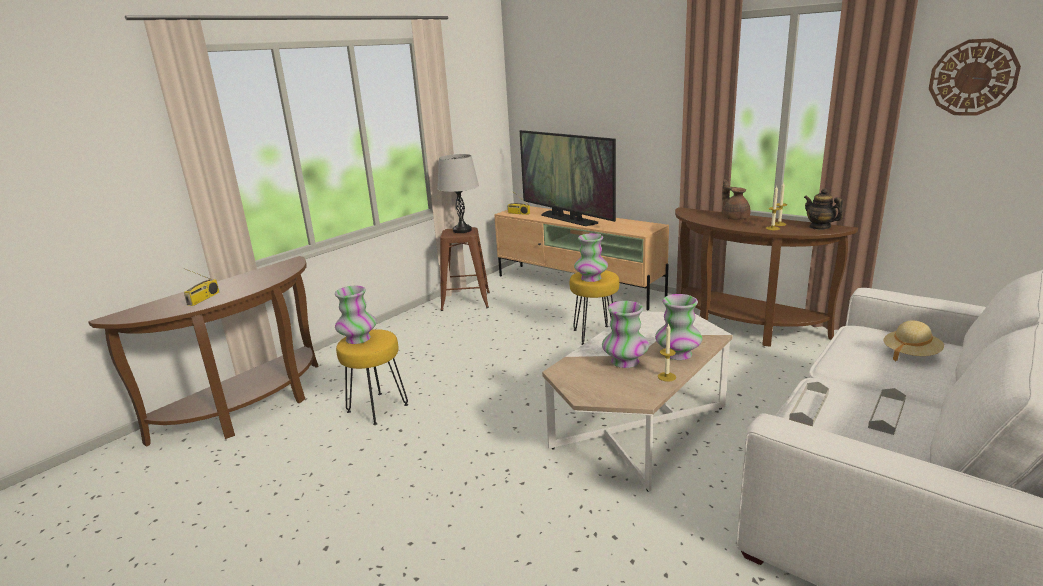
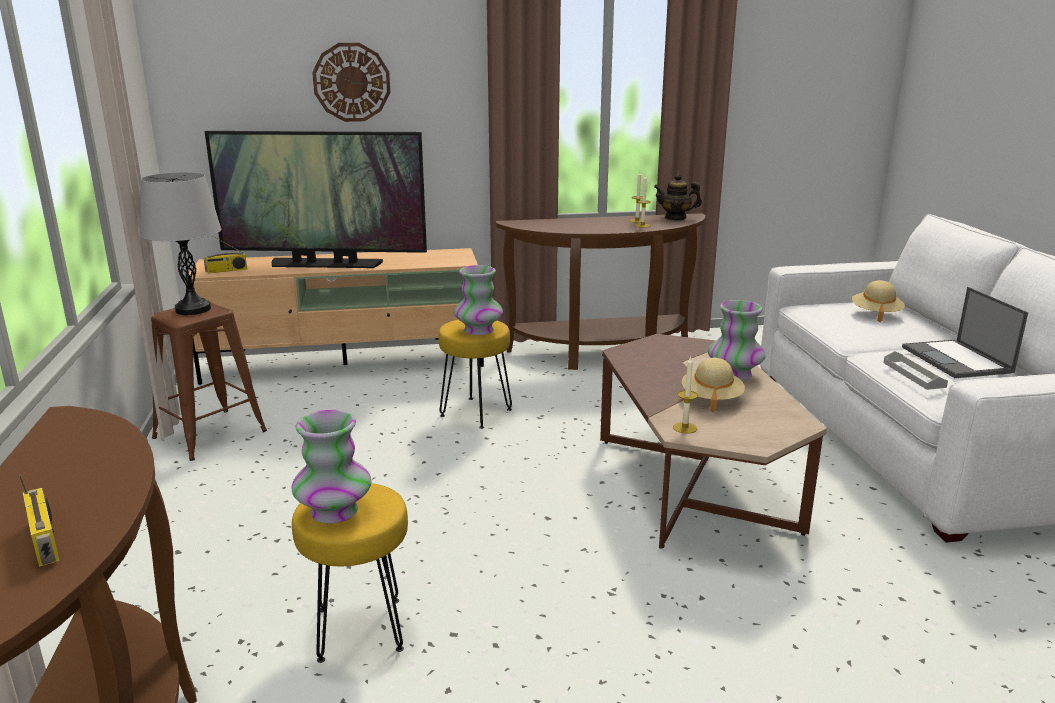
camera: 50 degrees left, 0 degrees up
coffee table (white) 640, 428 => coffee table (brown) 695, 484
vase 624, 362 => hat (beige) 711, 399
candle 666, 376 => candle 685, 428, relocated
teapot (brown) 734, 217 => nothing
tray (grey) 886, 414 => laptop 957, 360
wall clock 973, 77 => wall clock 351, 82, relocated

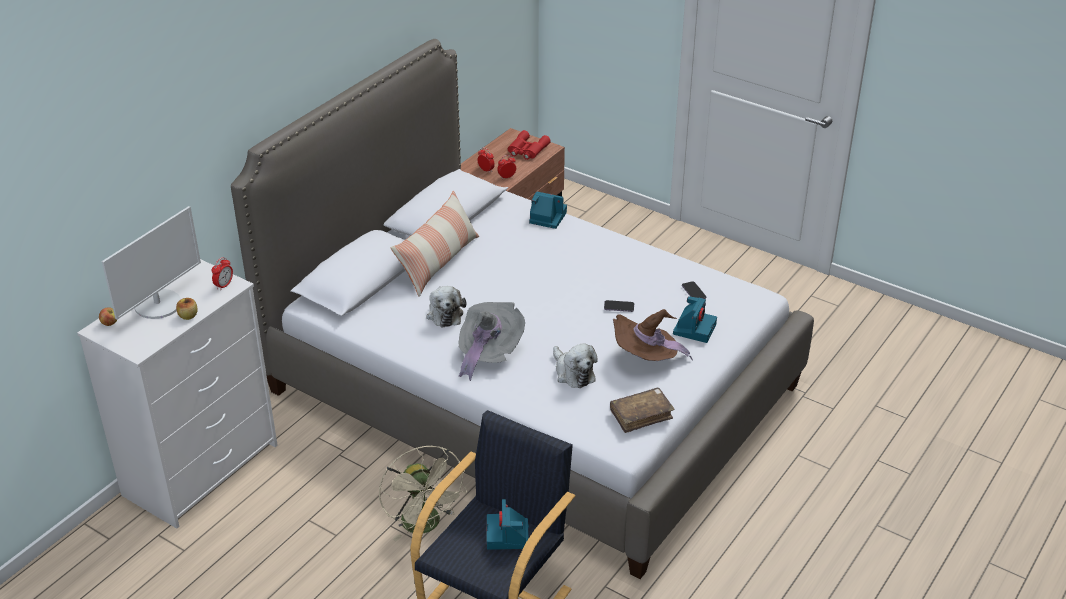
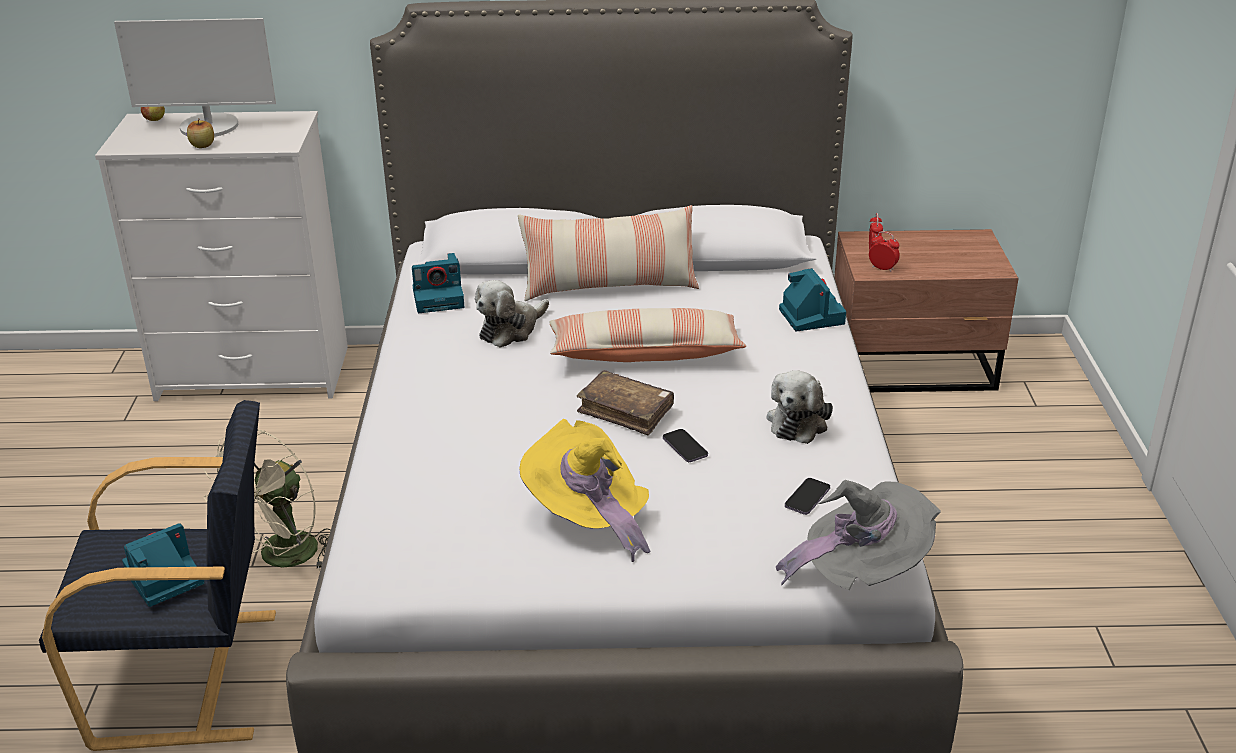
camera: 55 degrees right, 5 degrees down
alarm clock 224, 285 => nothing
hat (grey) 488, 353 => hat (grey) 862, 571, relocated
binoculars (red) 527, 150 => nothing
plush toy 573, 373 => plush toy 799, 421, relocated
book (brown) 641, 415 => book (brown) 626, 411, relocated
hat (brown) 646, 359 => hat (yellow) 588, 518
photo camera 694, 328 => photo camera 439, 298, relocated
nothing => pillow 645, 353

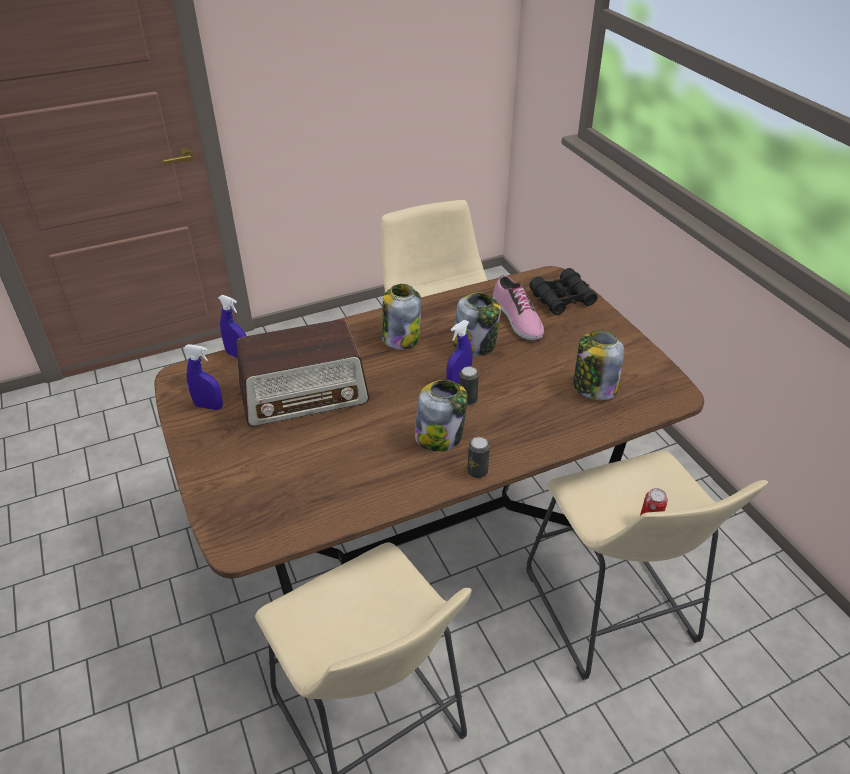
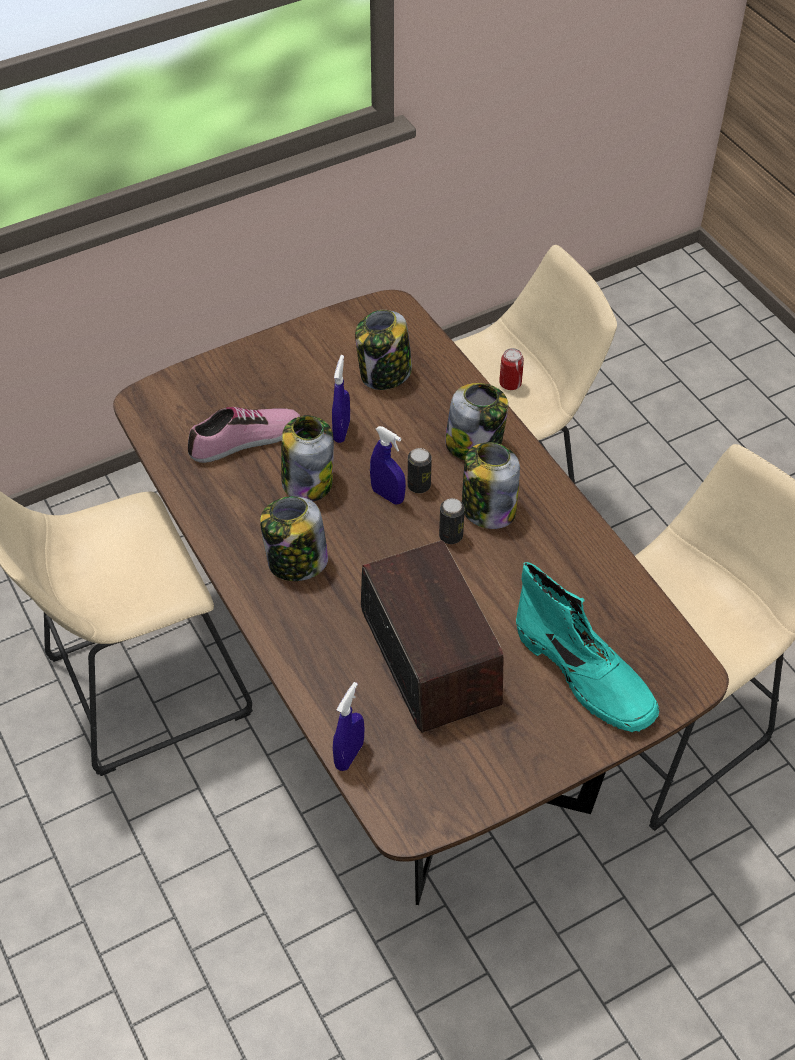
camera: 95 degrees left, 10 degrees up
spray bottle (blue) 209, 406 => spray bottle (blue) 341, 431, relocated
can 477, 471 => can 451, 536, relocated
binoculars (black) 562, 299 => nothing
nothing => jar 475, 444
nothing => boot (turquoise) 585, 674

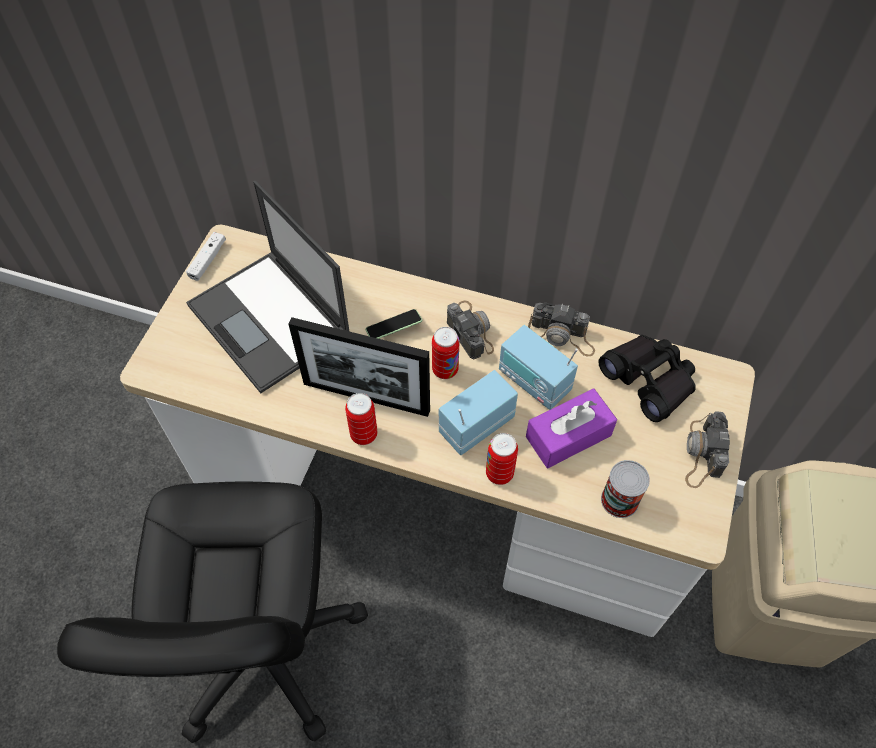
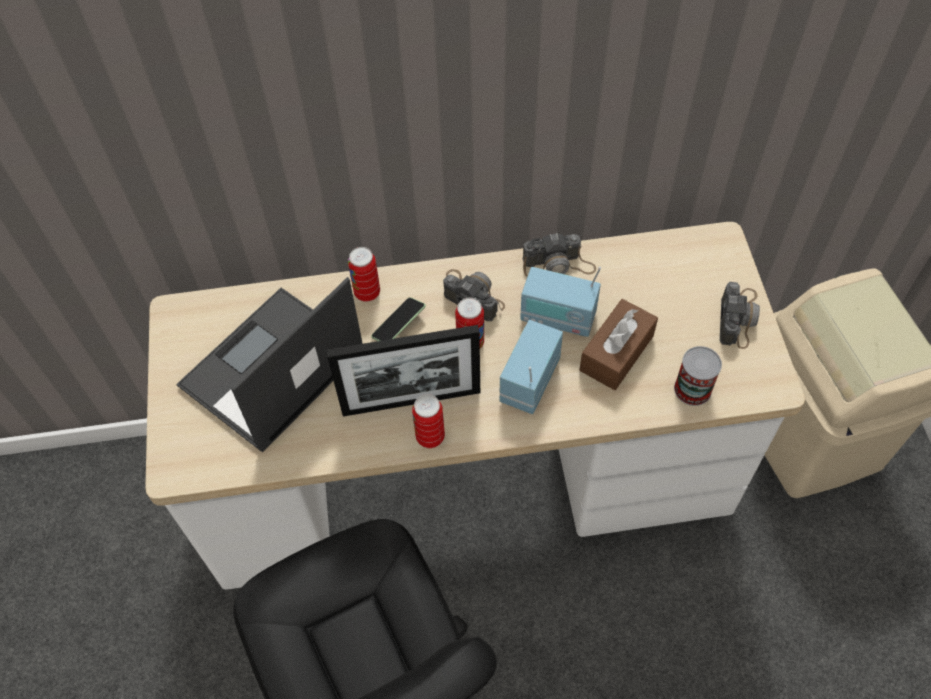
camera: 25 degrees left, 0 degrees up
laptop 270, 321 => laptop 271, 370, 105 degrees clockwise
game controller (white) 208, 260 => nothing
can 499, 473 => can 367, 292, relocated
tissue box (purple) 568, 436 => tissue box (brown) 616, 353
binoculars (black) 649, 380 => nothing
photo camera 702, 454 => photo camera 738, 317, 150 degrees counterclockwise

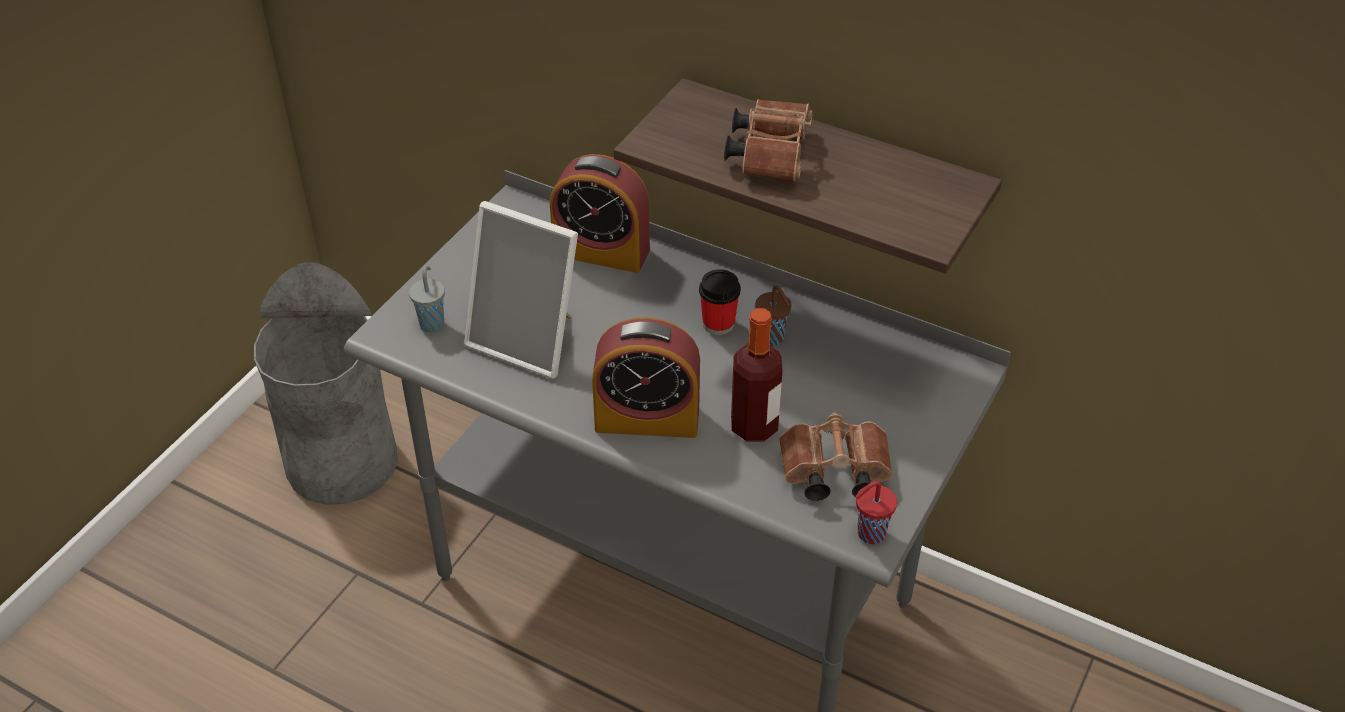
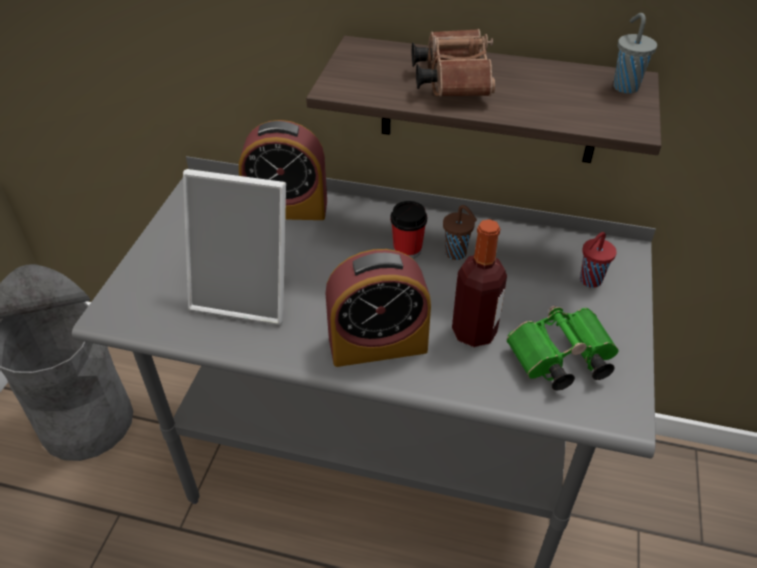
camera: 15 degrees left, 0 degrees up
cup (grey) 432, 323 => cup (grey) 624, 86, relocated
binoculars (brown) 831, 473 => binoculars (green) 558, 361
cup (red) 869, 534 => cup (red) 589, 281, relocated

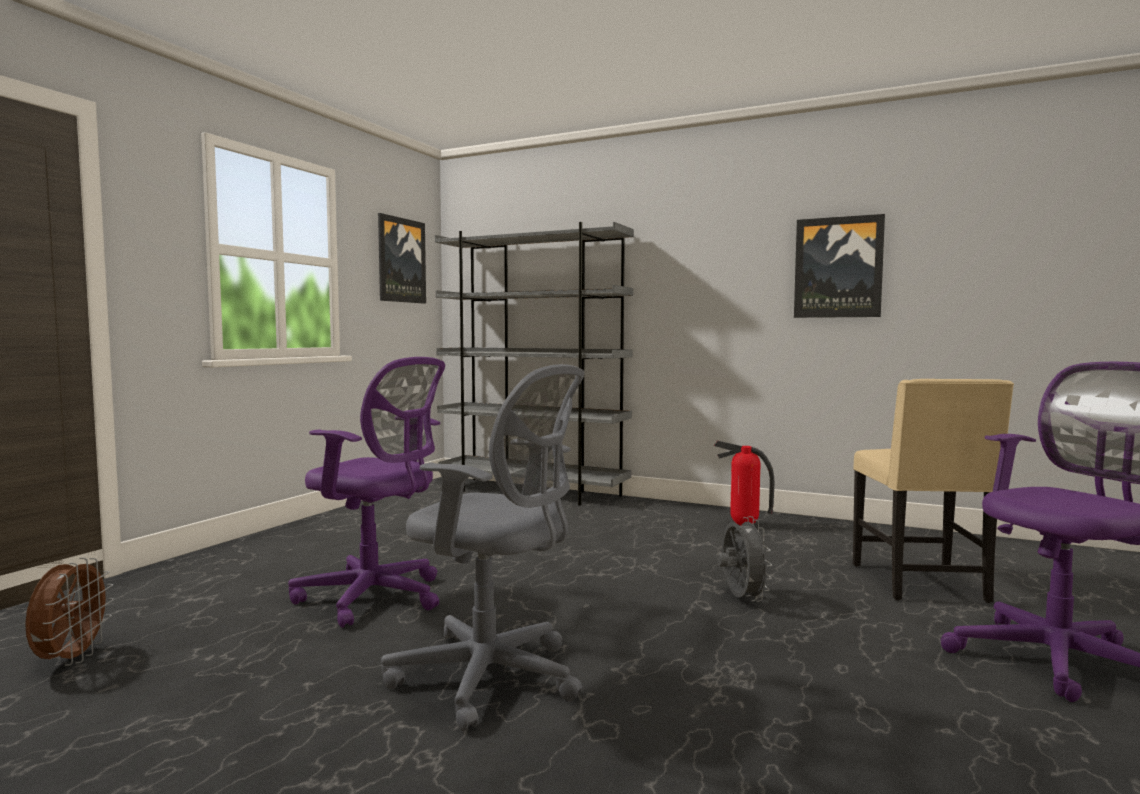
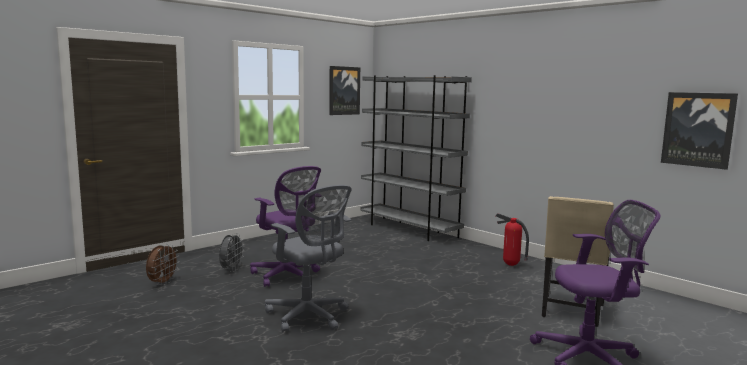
camera: 20 degrees right, 5 degrees up
fan (grey) 741, 599 => fan (grey) 231, 270, relocated
picture 838, 267 => picture 698, 129, relocated

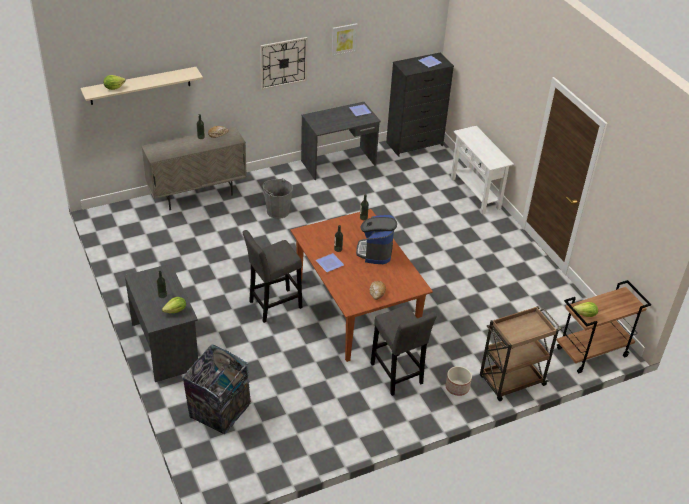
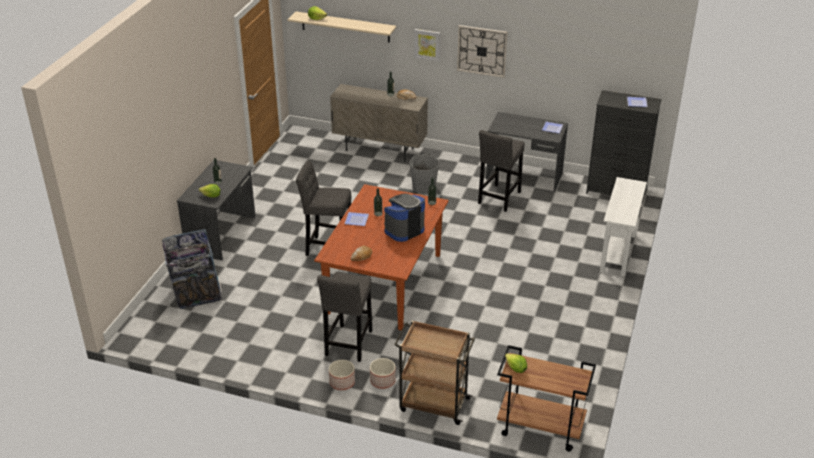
camera: 45 degrees right, 5 degrees down
picture 344, 39 => picture 427, 44, relocated
nothing => planter 342, 383
nothing => stool (grey) 498, 199

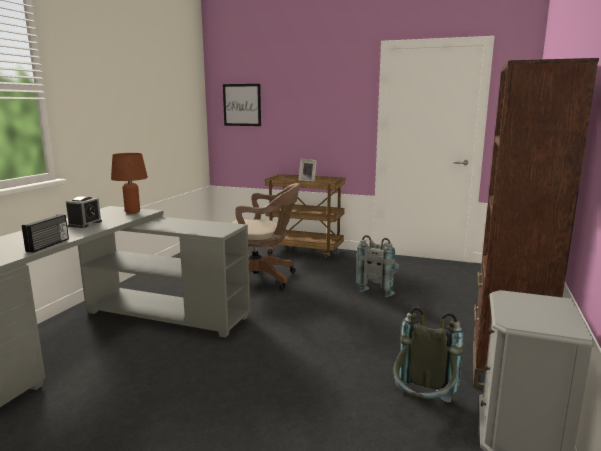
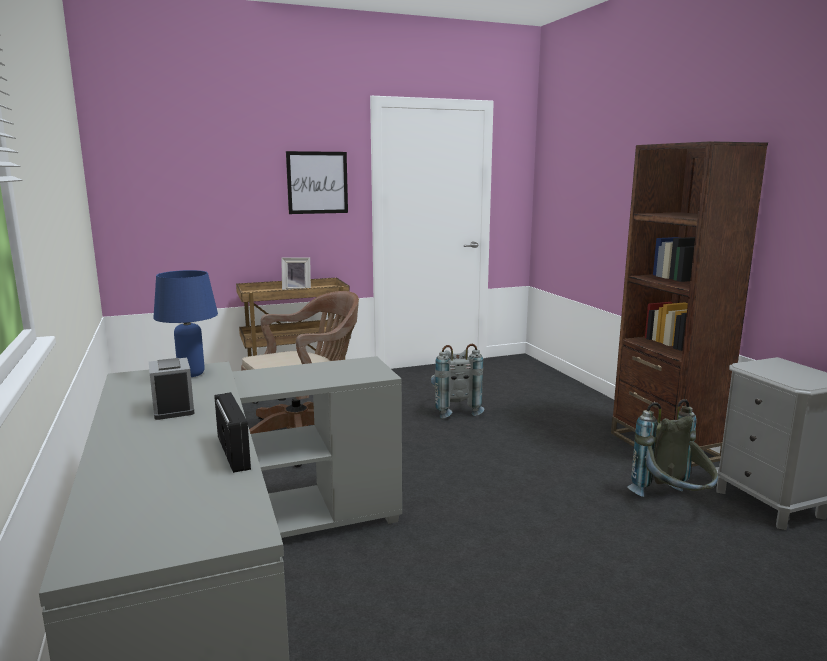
camera: 40 degrees left, 0 degrees up
table lamp (brown) 133, 212 => table lamp (blue) 192, 374
picture 242, 105 => picture 317, 182, relocated

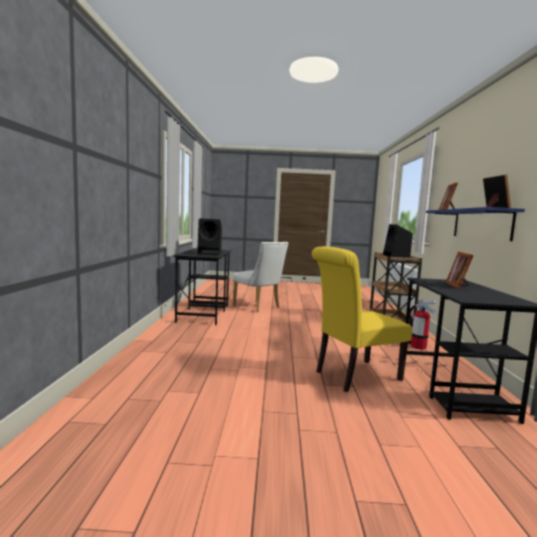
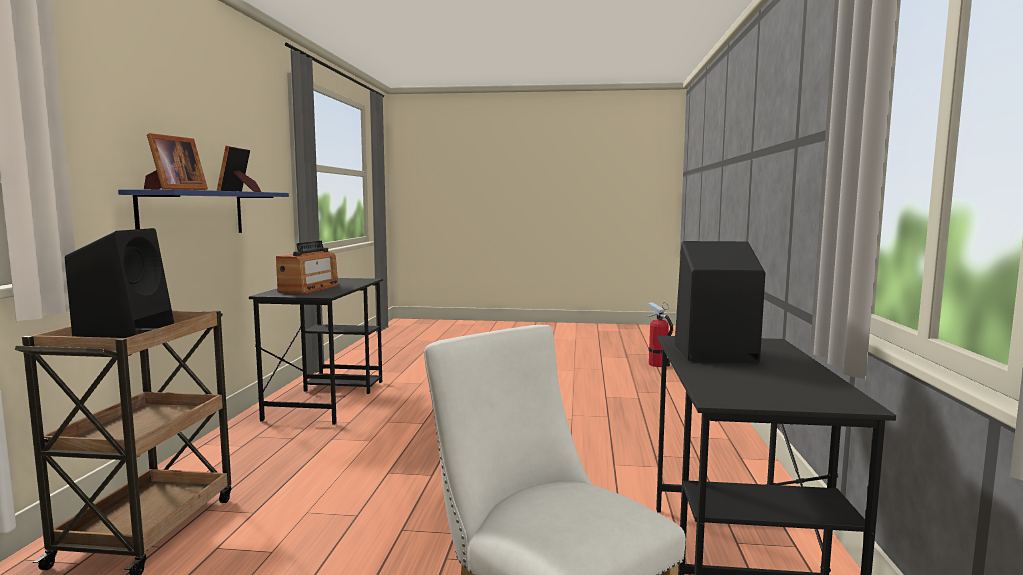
camera: 175 degrees left, 0 degrees up
chair (yellow) 353, 376 => nothing
fire extinguisher 418, 346 => fire extinguisher 658, 364, relocated
picture frame 459, 286 => radio 309, 289

